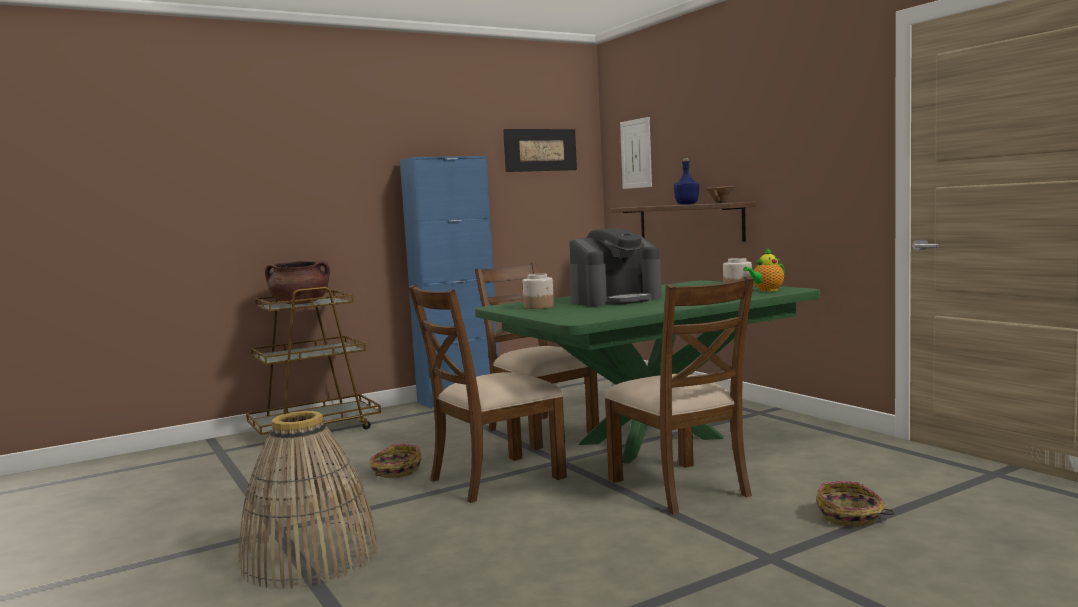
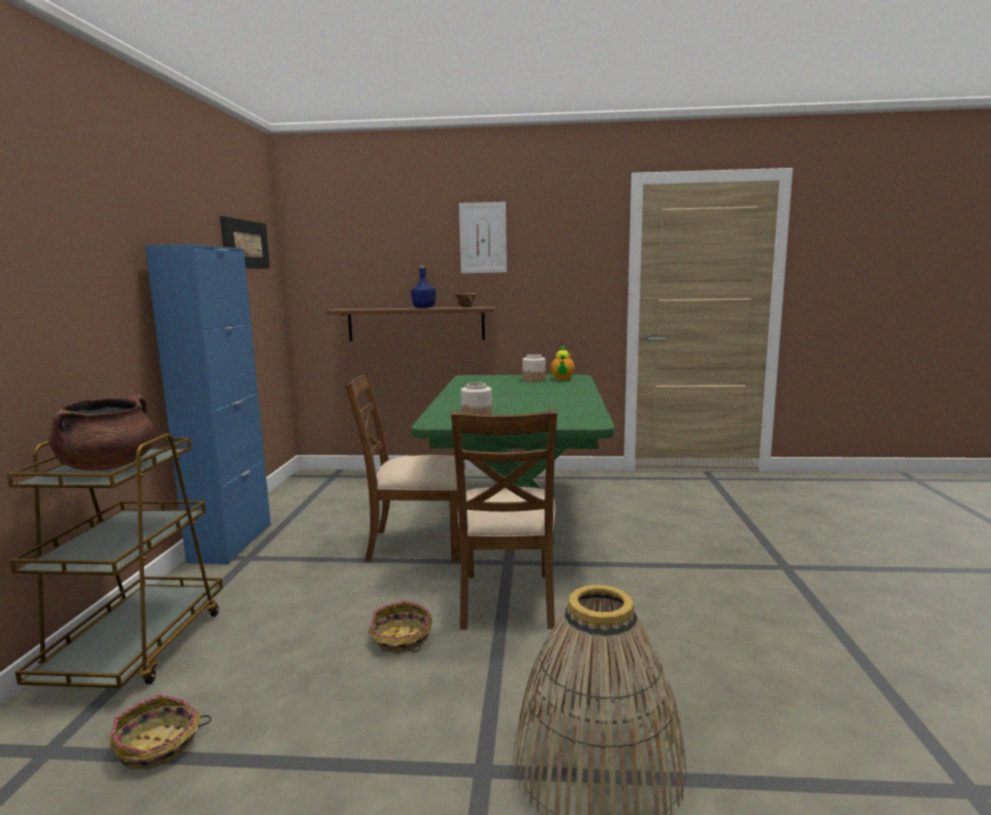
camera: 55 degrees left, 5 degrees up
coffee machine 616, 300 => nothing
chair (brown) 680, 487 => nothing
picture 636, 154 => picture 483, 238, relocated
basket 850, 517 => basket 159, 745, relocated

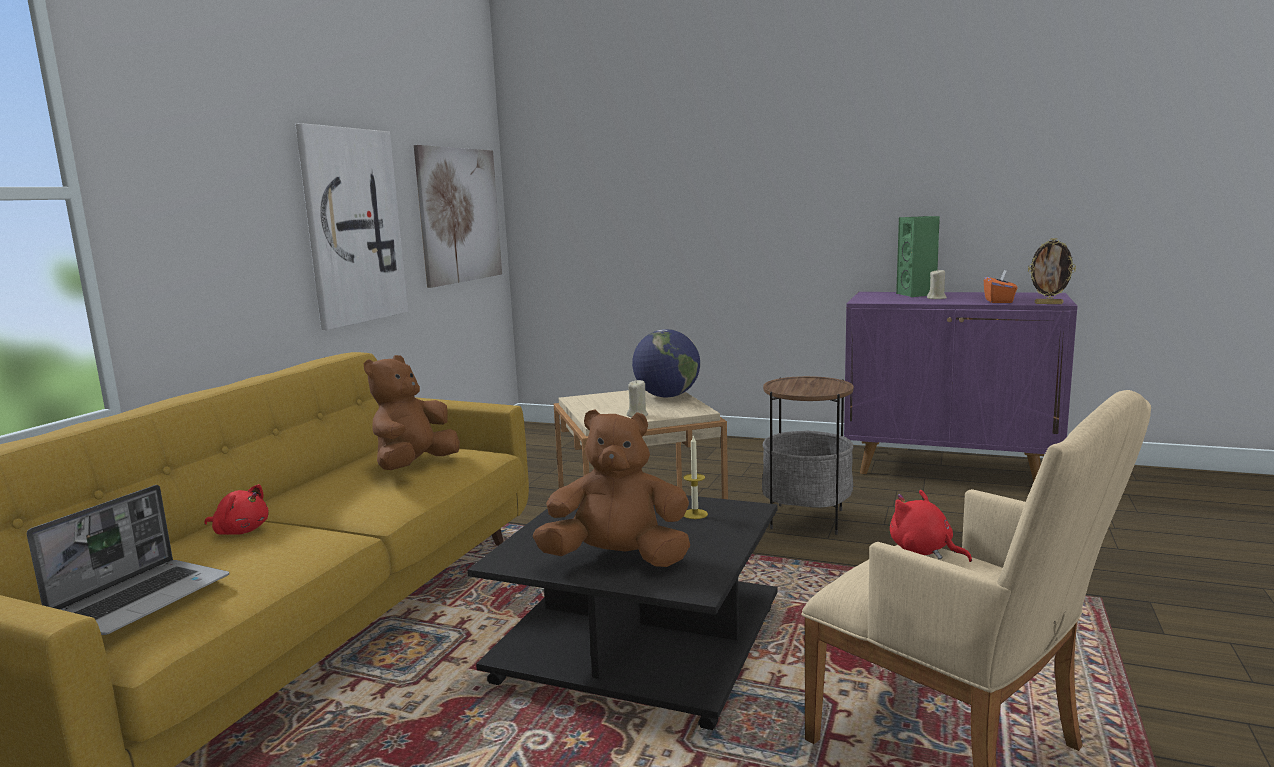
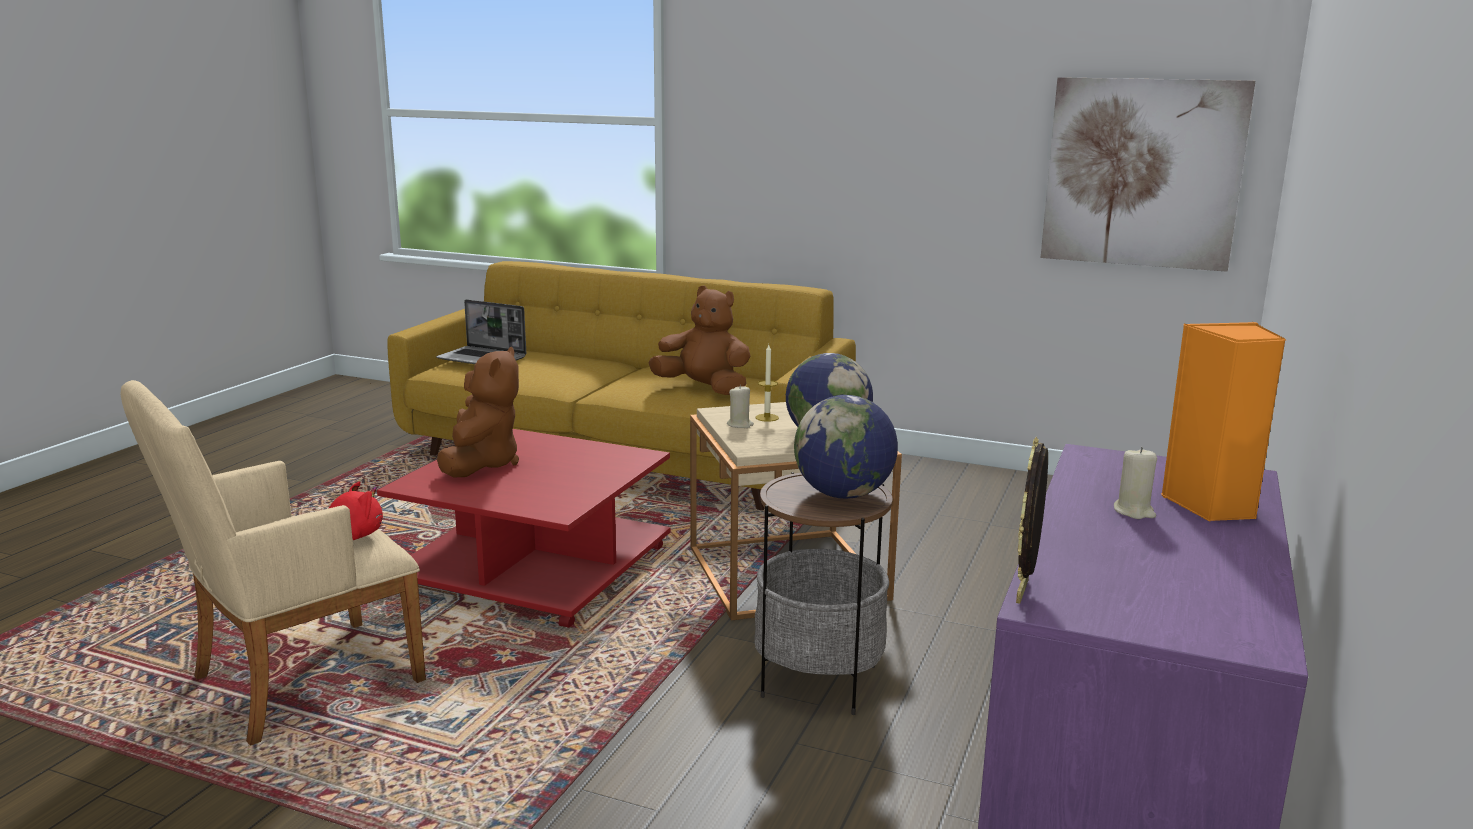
camera: 90 degrees right, 5 degrees up
plush toy (red) 240, 531 => nothing
picture 352, 226 => nothing
coffee table (black) 637, 644 => coffee table (red) 538, 568
candle 695, 514 => candle 767, 417, relocated
speaker (green) 917, 294 => speaker (orange) 1211, 506
tissue box (orange) 999, 301 => nothing
nothing => globe 843, 495

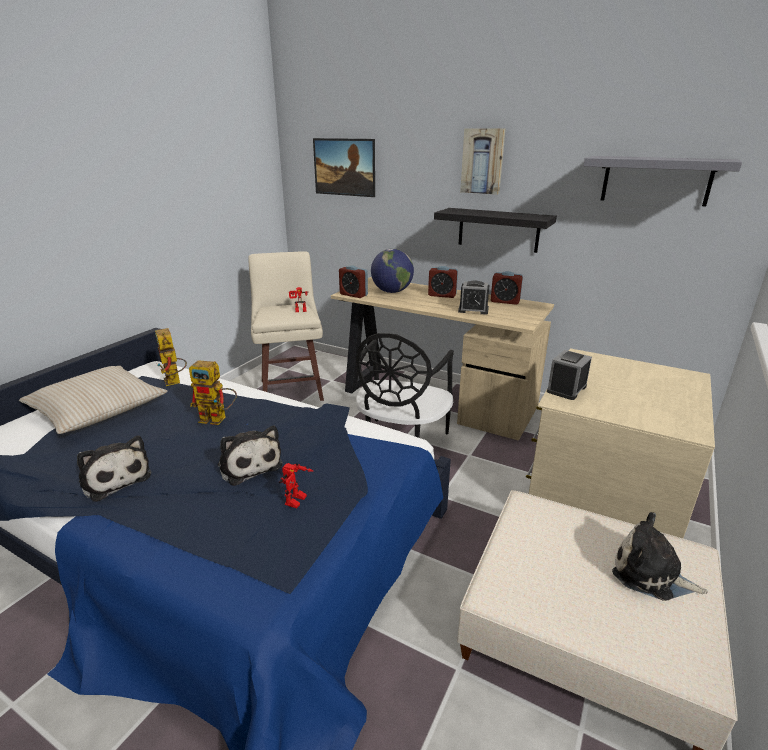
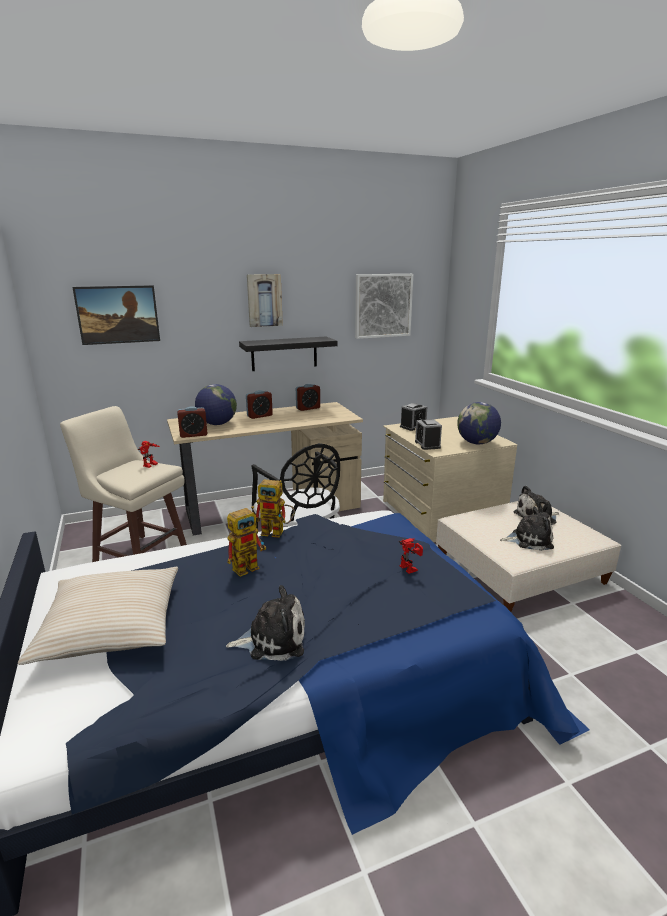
camera: 50 degrees left, 5 degrees down
toy robot 175, 382 => toy robot 277, 532, relocated
plush toy 249, 464 => plush toy 529, 539, relocated
alarm clock 473, 310 => alarm clock 413, 426, relocated
shelf (grey) 656, 180 => picture 383, 305
nothing => globe 477, 443

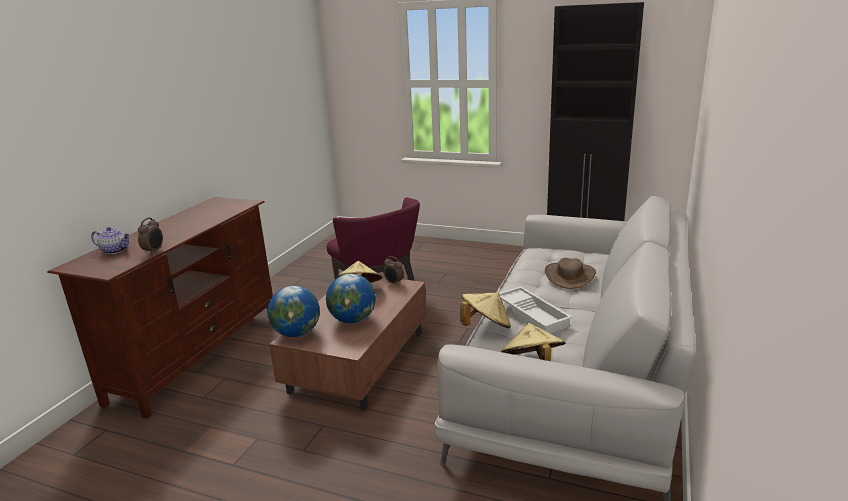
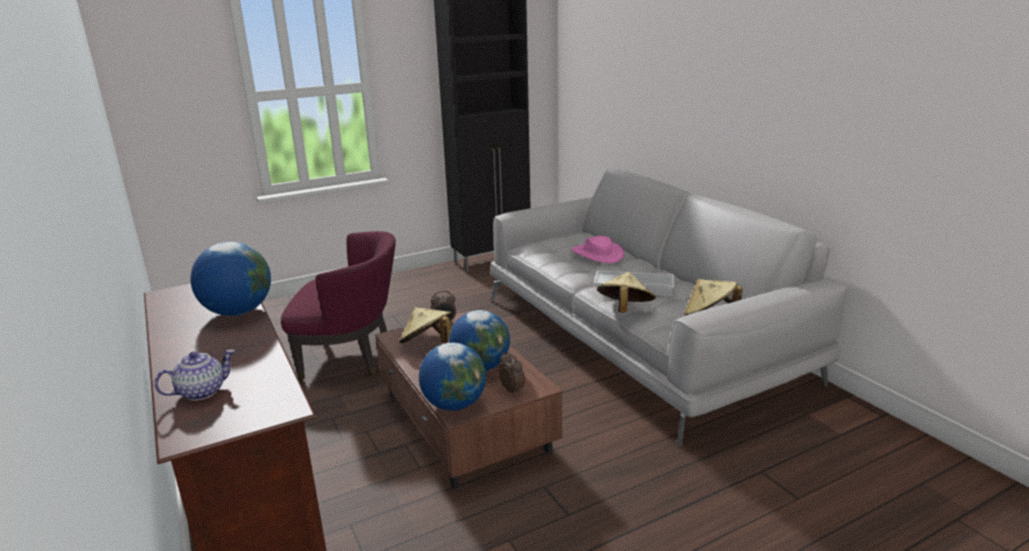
camera: 50 degrees left, 0 degrees up
alarm clock 154, 251 => alarm clock 512, 390, relocated
hat (brown) 570, 276 => hat (pink) 597, 254
nothing => globe 238, 312

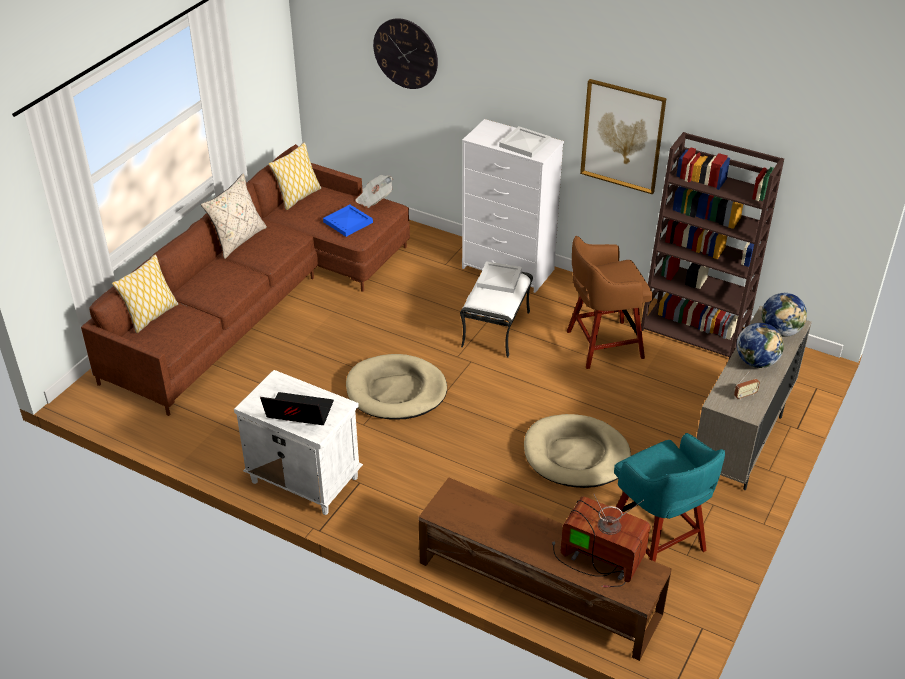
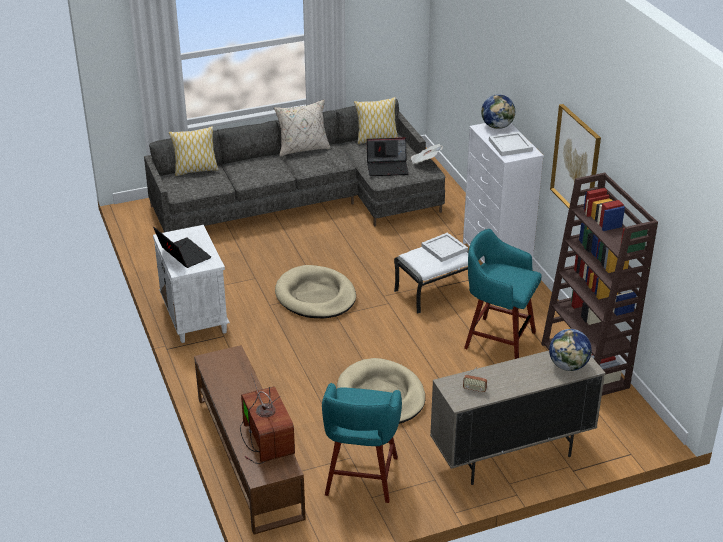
camera: 40 degrees right, 5 degrees down
sofa (brown) 260, 297 => sofa (grey) 304, 200
tray (blue) 348, 221 => laptop 388, 167
wall clock 405, 53 => nothing
stool (brown) 602, 345 => stool (turquoise) 497, 339
globe 756, 362 => globe 497, 126, relocated

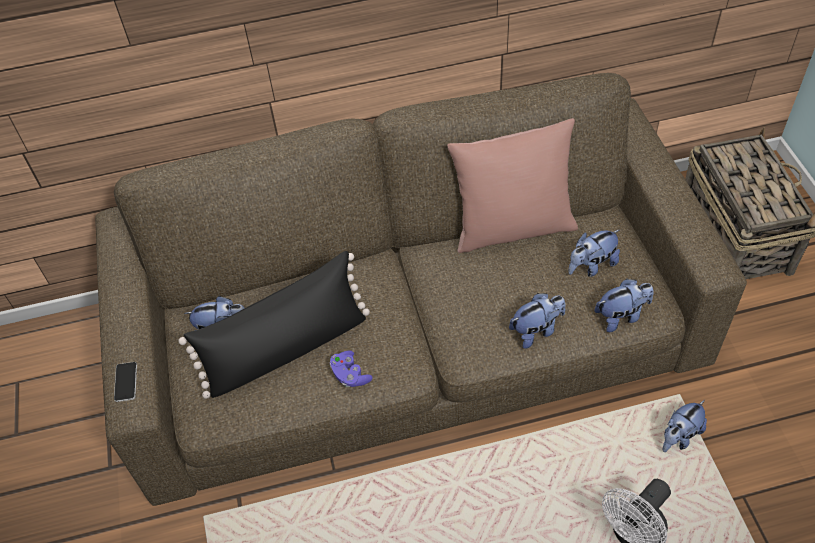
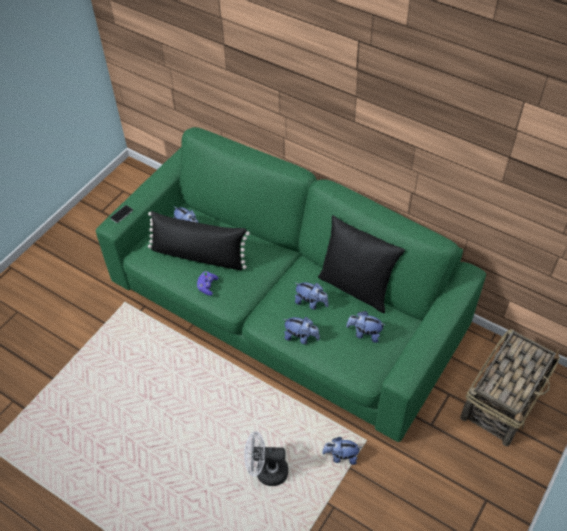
camera: 45 degrees right, 0 degrees up
sofa (brown) 412, 337 => sofa (green) 285, 306
pillow (pink) 512, 228 => pillow (black) 356, 287
plush toy 621, 316 => plush toy 311, 303, relocated

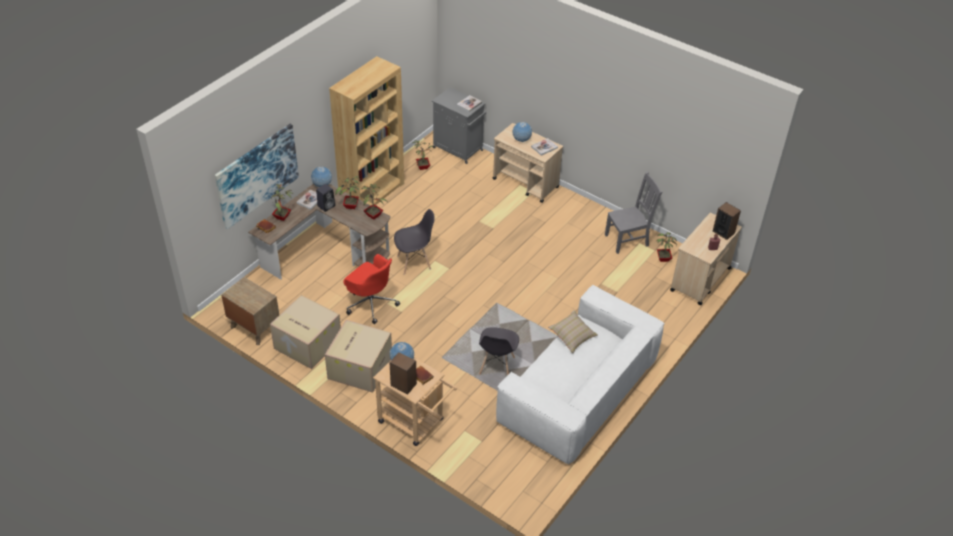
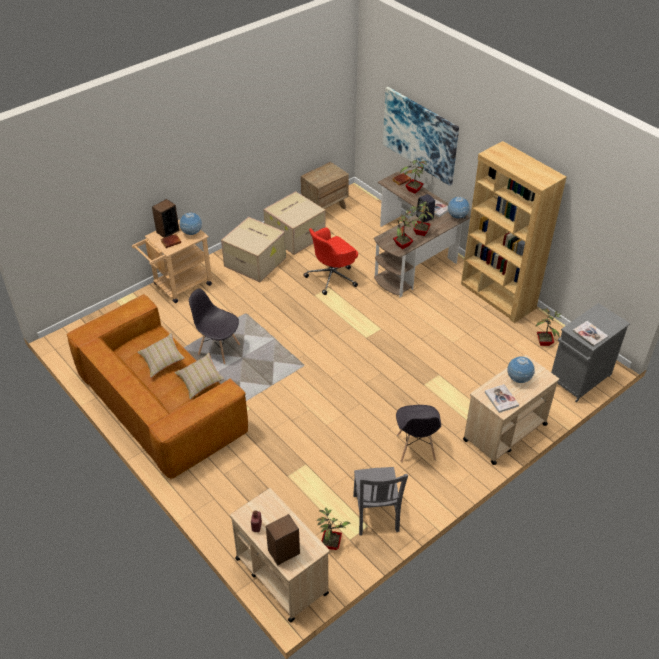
camera: 105 degrees right, 0 degrees up
chair (grey) 414, 262 => chair (grey) 415, 448, relocated
sofa (white) 578, 391 => sofa (brown) 161, 403
nothing => pillow (beige) 162, 360

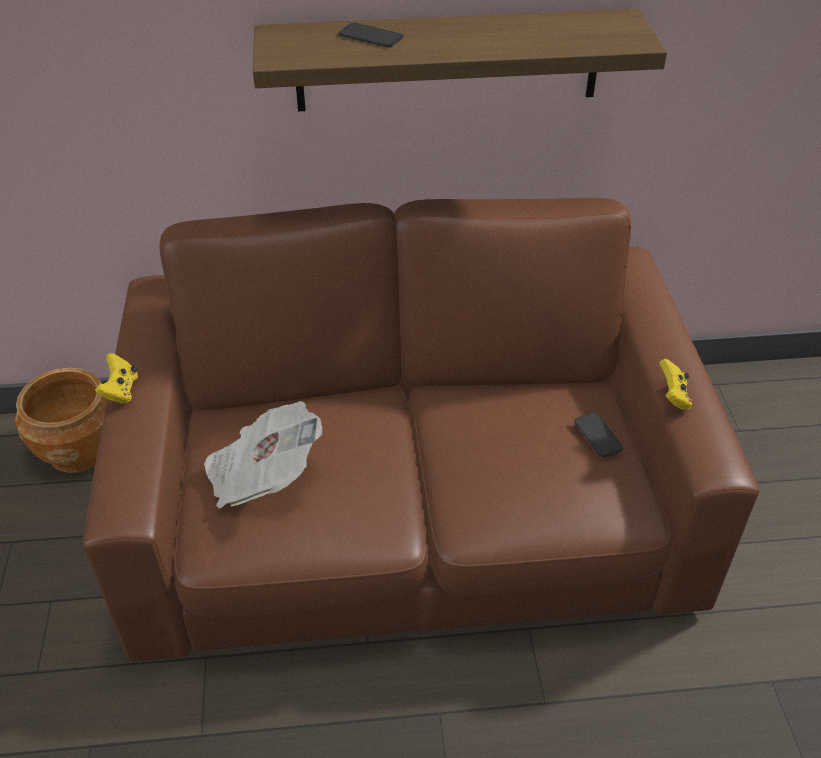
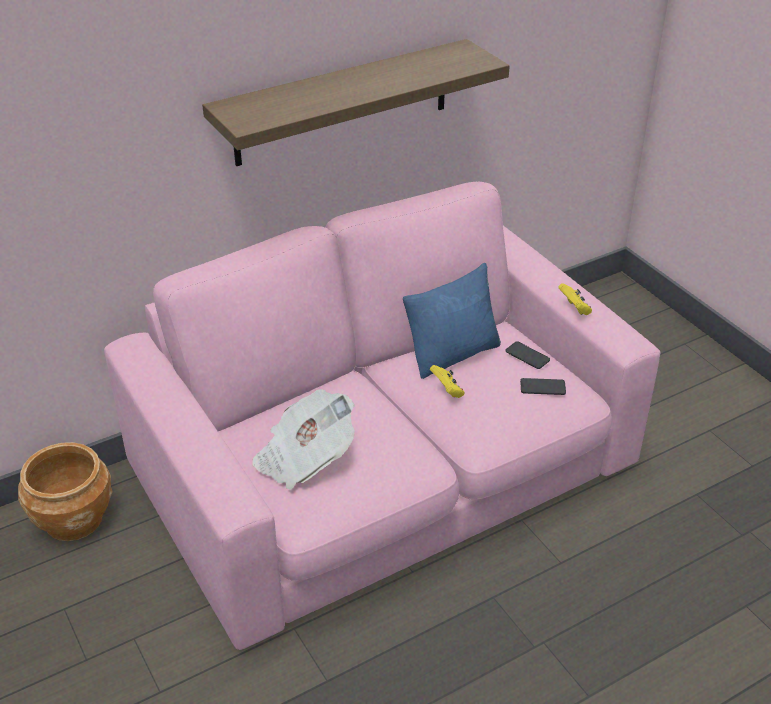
camera: 25 degrees left, 5 degrees down
sofa (brown) 410, 507 => sofa (pink) 385, 469
game controller (yellow) 121, 391 => game controller (yellow) 447, 391, relocated
phone 370, 36 => phone 542, 387, relocated
nothing => pillow (blue) 453, 354

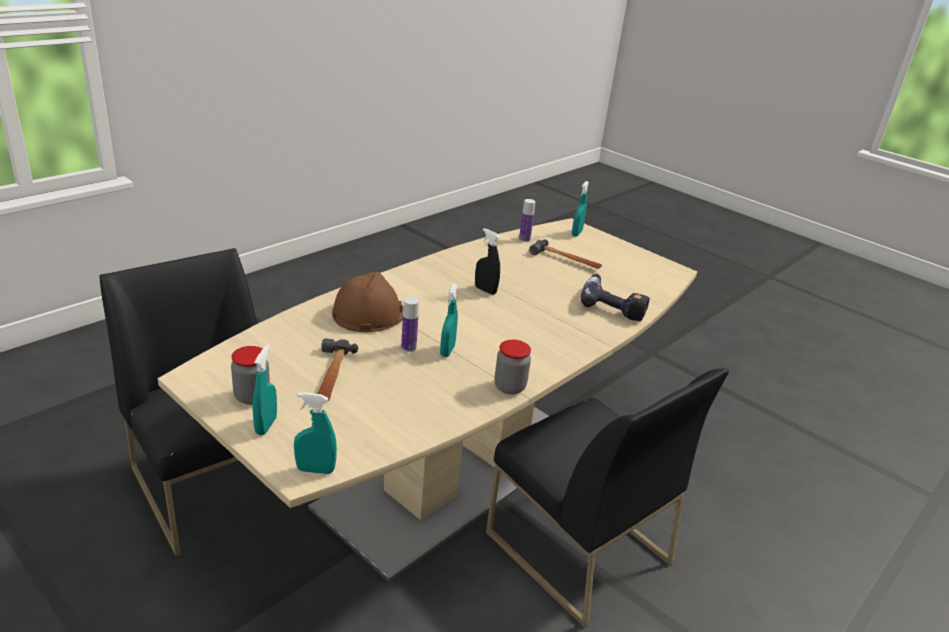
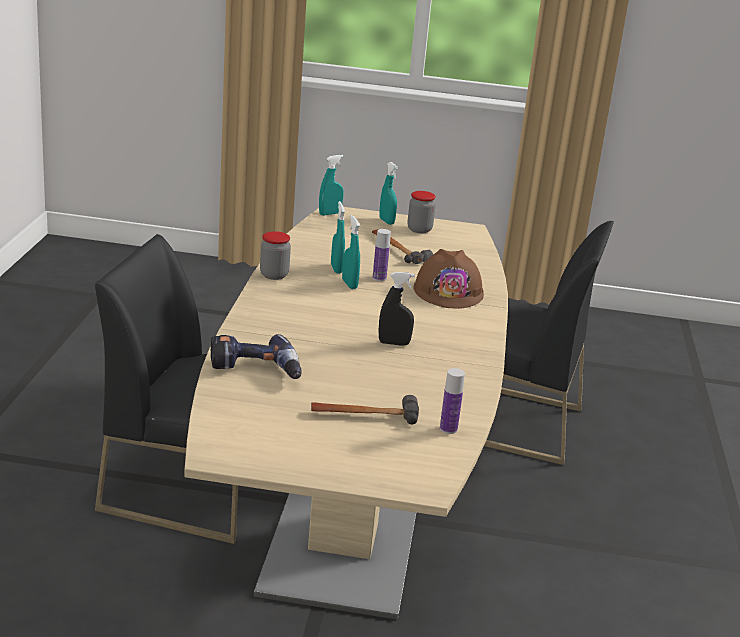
camera: 145 degrees right, 5 degrees down
spray bottle (turquoise) 576, 233 => spray bottle (turquoise) 336, 269, relocated

